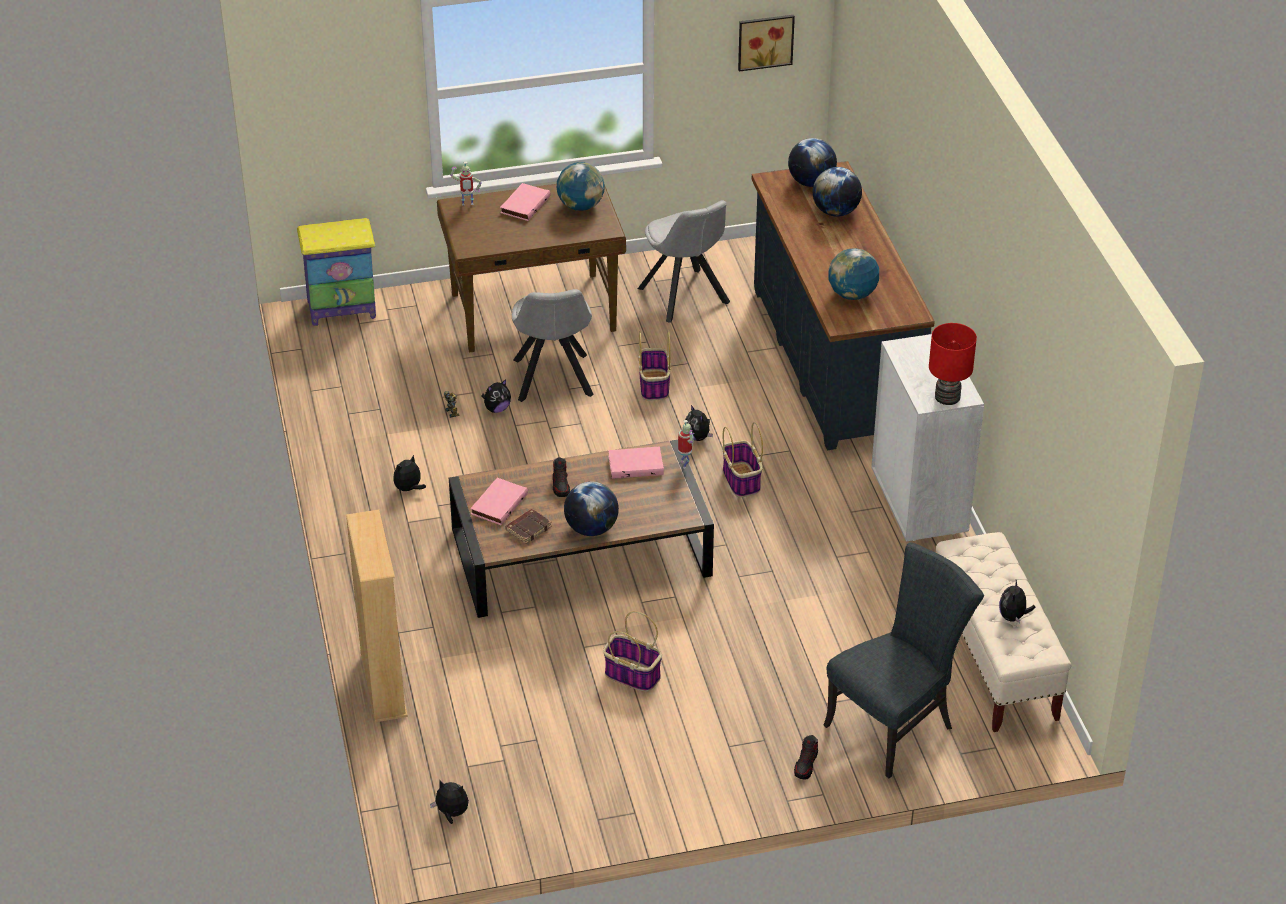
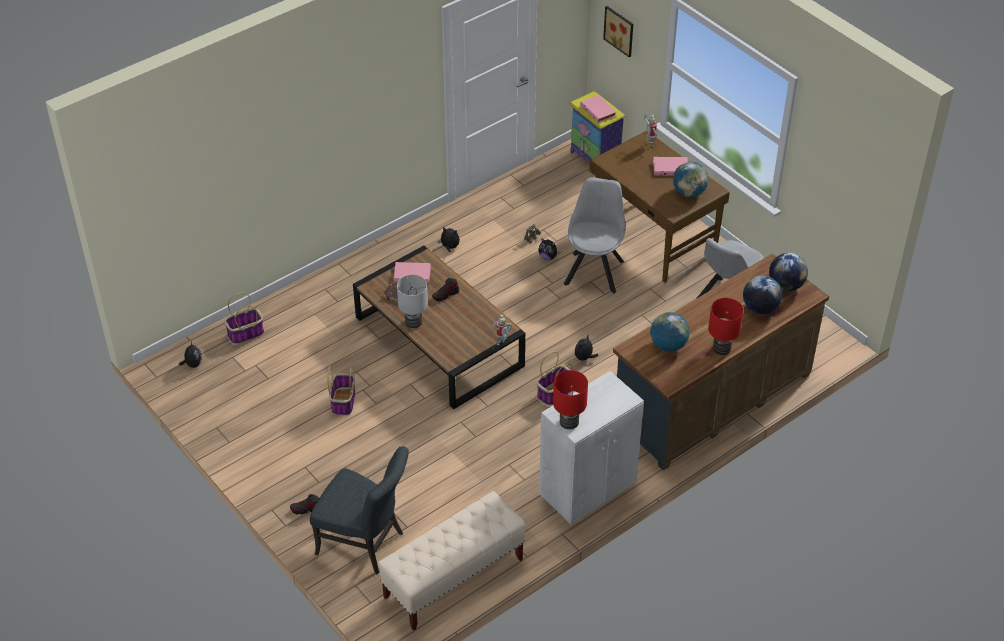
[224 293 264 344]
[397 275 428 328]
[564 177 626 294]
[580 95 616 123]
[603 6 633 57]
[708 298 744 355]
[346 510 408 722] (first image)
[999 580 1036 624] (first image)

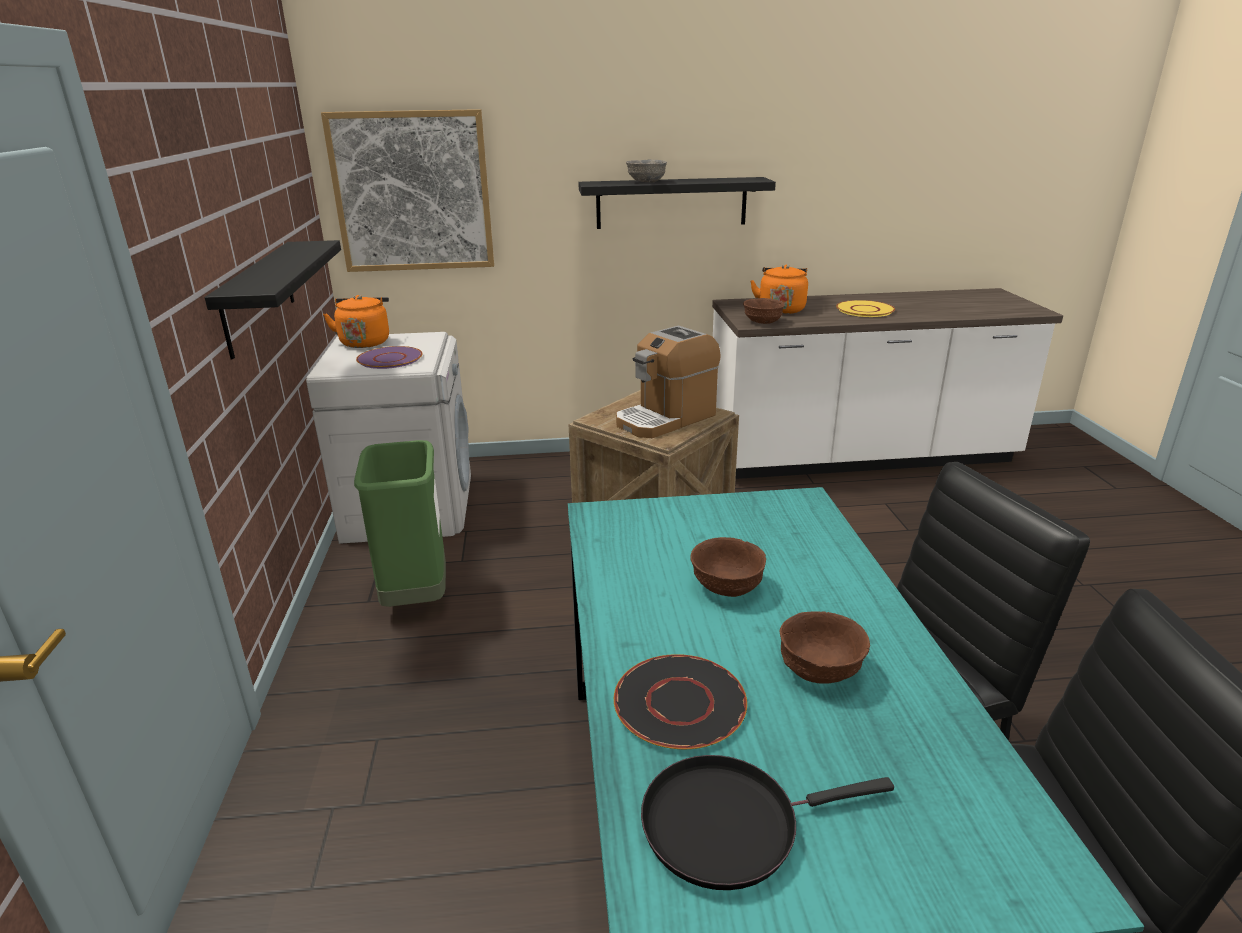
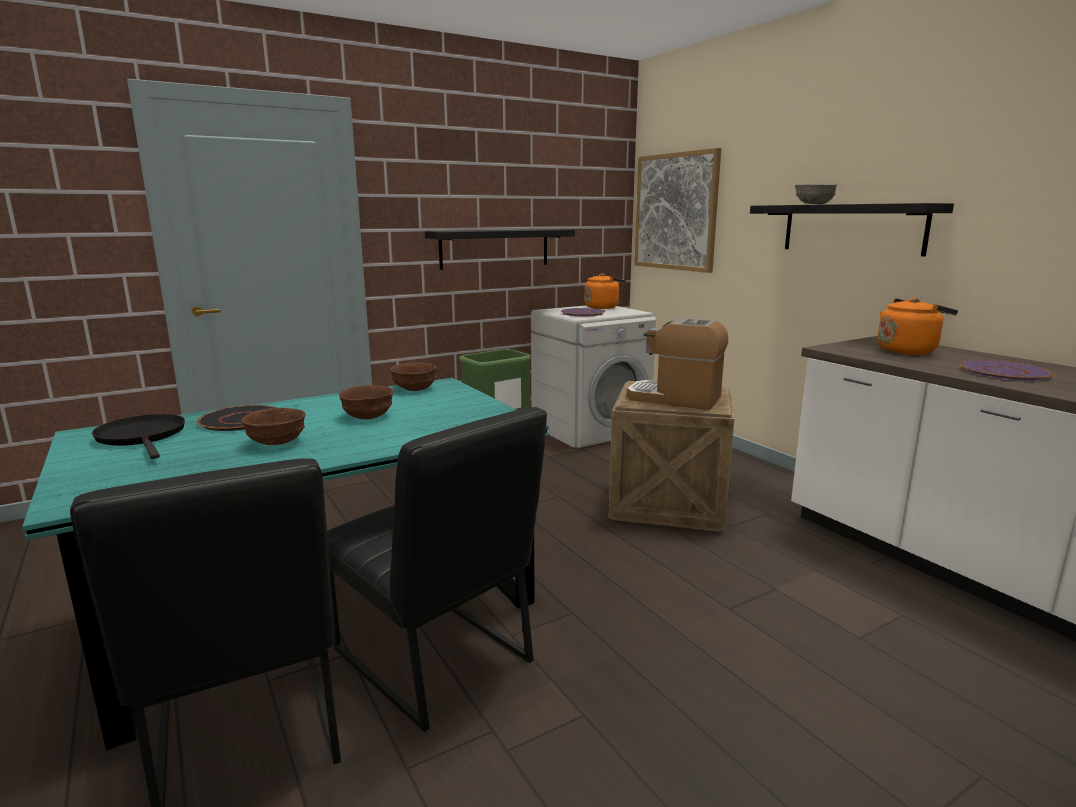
[390 363 437 391]
[960 360 1054 381]

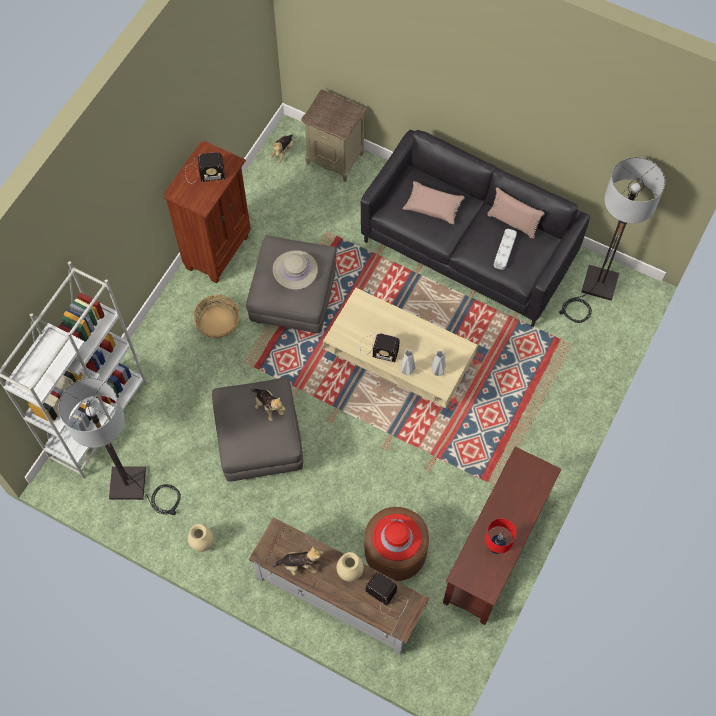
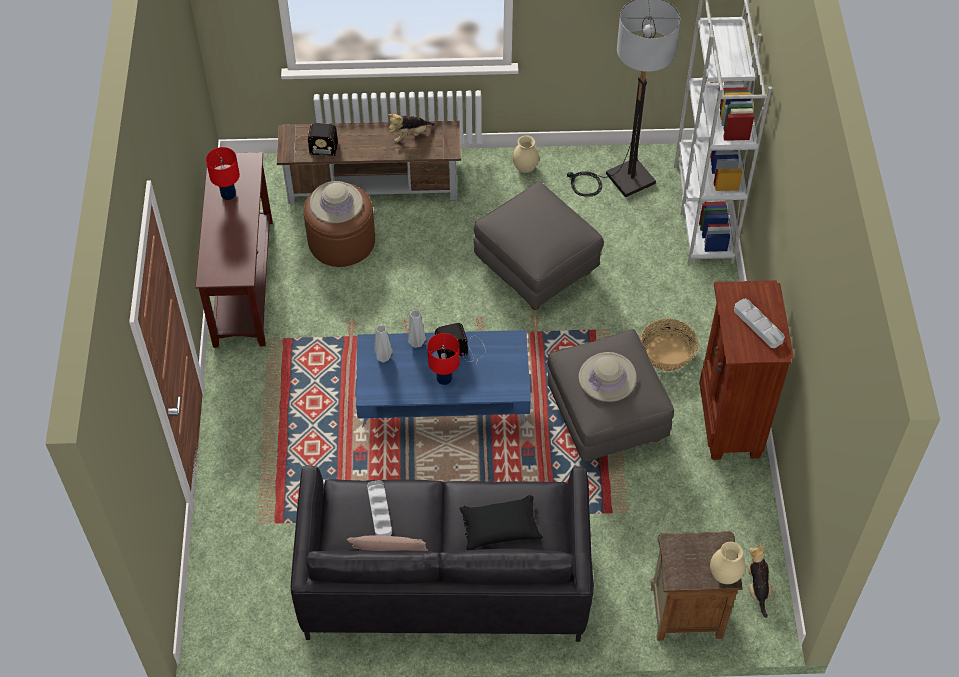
[310 181 363 223]
[356 330 531 428]
[427 333 460 385]
[459 494 543 550]
[710 542 745 584]
[734 299 785 348]
[250 389 286 421] (first image)
[559 157 665 323] (first image)

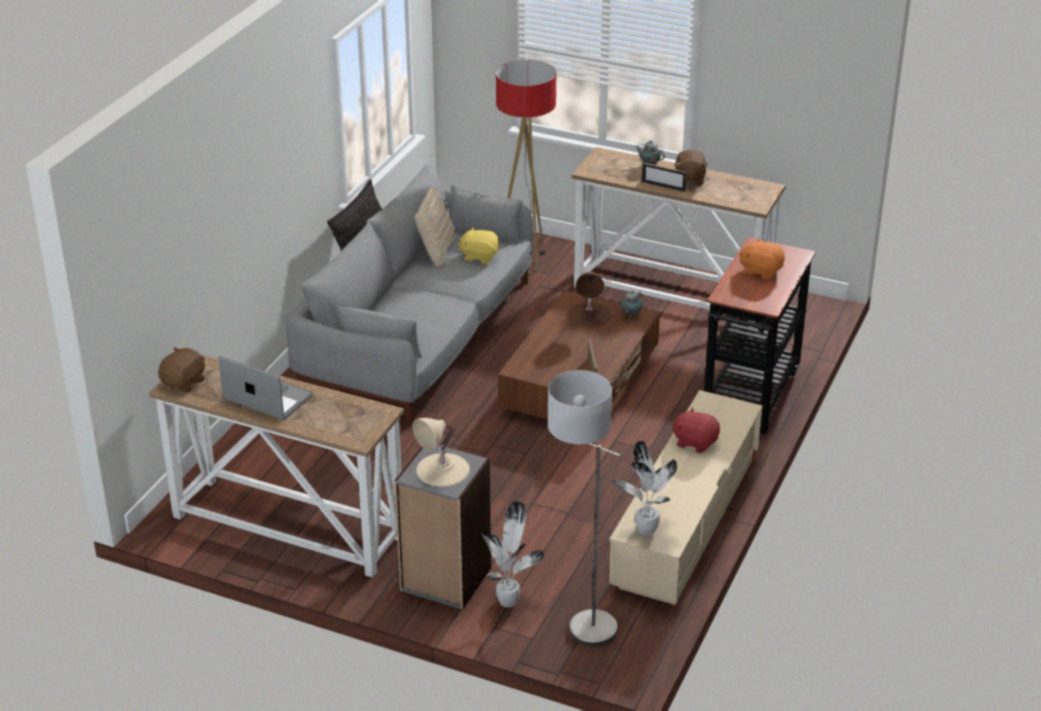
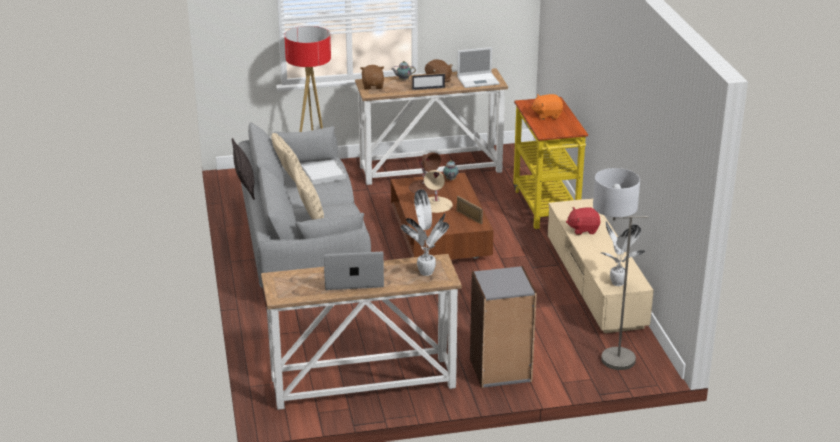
[294 166 324 220]
[302 159 346 185]
[361 65 384 90]
[401 189 449 276]
[424 170 453 213]
[457 47 500 88]
[513 97 588 229]

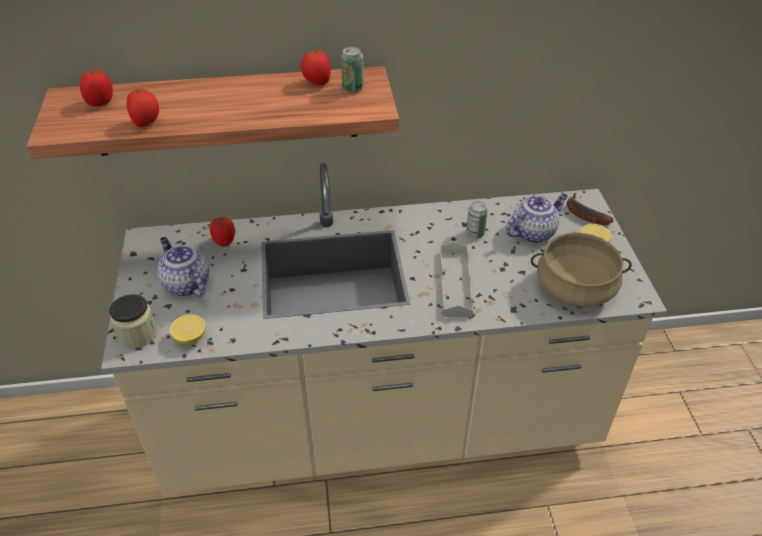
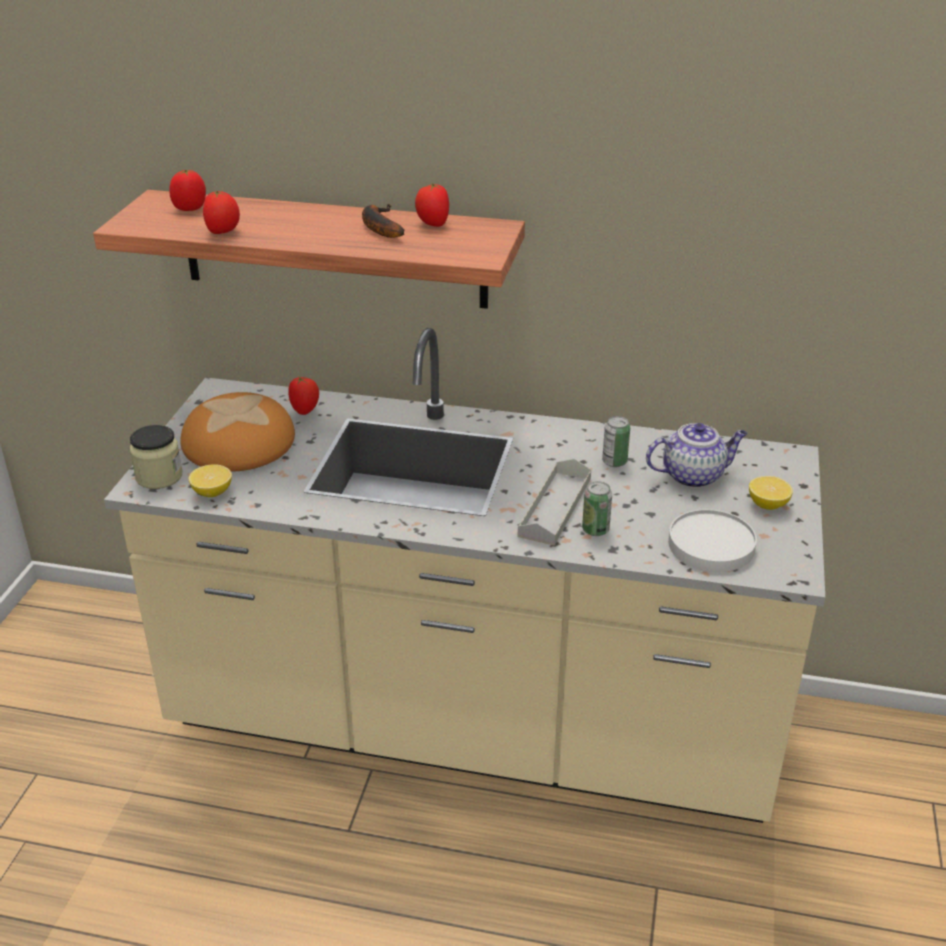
[180 392 295 472]
[362 204 404 238]
[582 481 612 536]
[668 509 757 572]

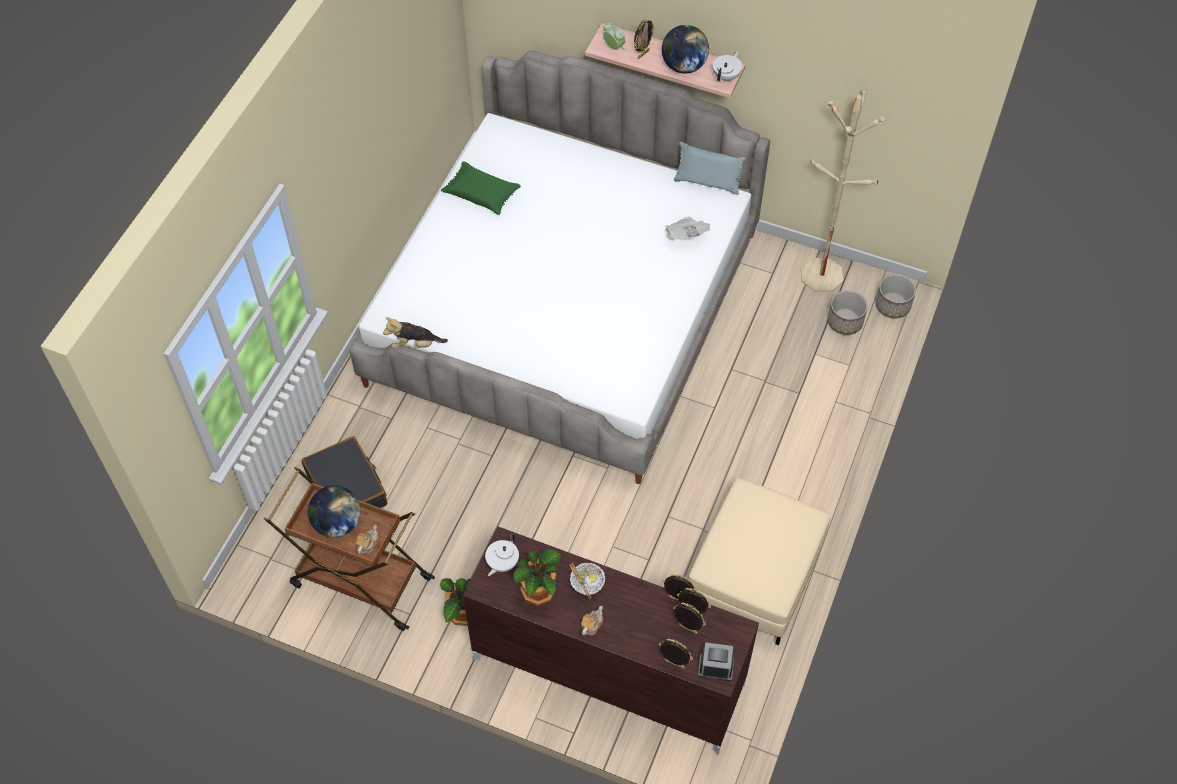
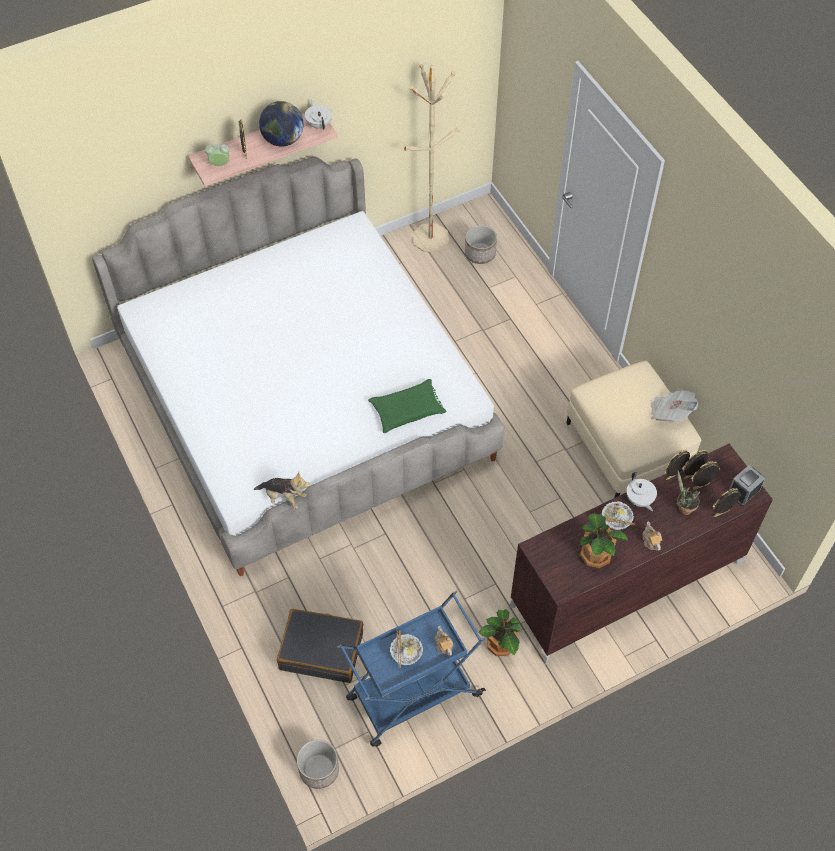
[254 472 310 509]
[297 740 339 789]
[337 591 486 747]
[368 379 446 433]
[390 630 423 668]
[626 472 657 511]
[651 390 698 423]
[676 471 700 515]
[674 142 746 195] (first image)

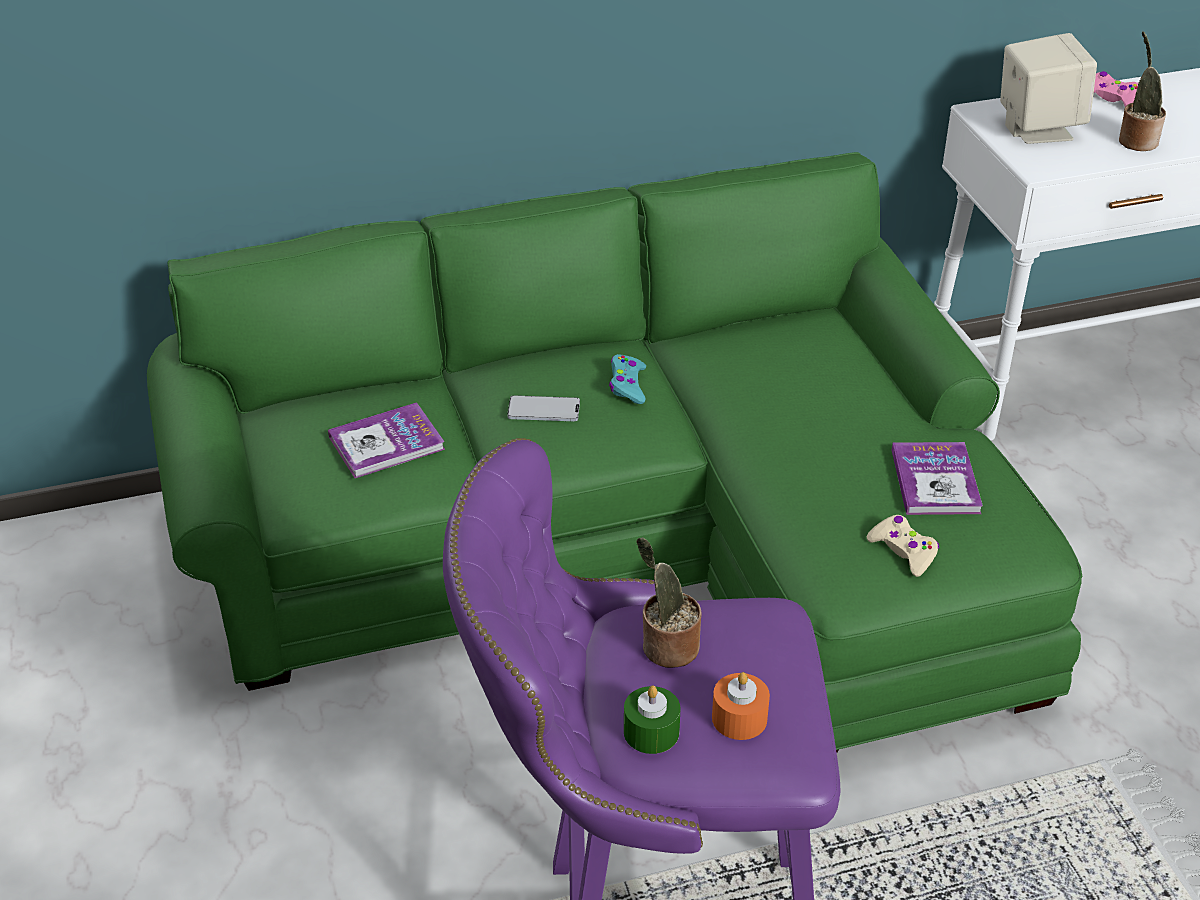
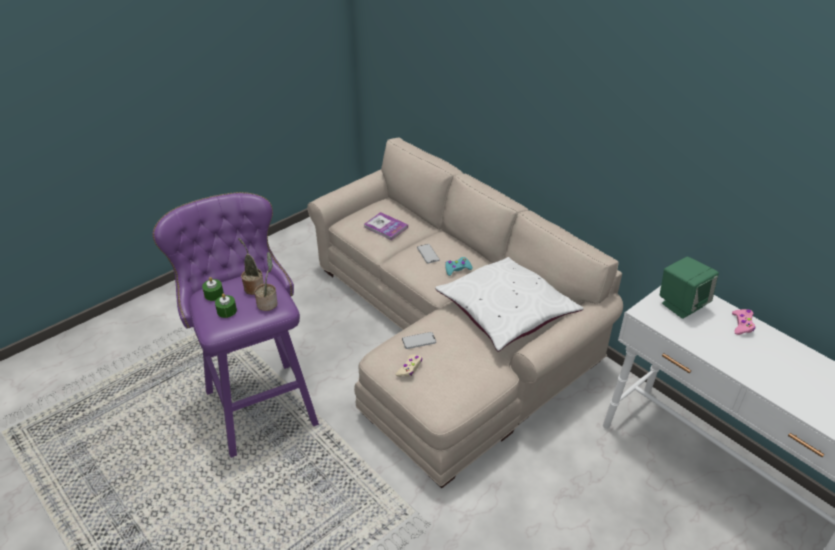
[215 293 237 318]
[254 252 278 311]
[307 137 623 488]
[402 332 436 349]
[435 257 583 352]
[660 256 719 319]
[892 442 983 515] (first image)

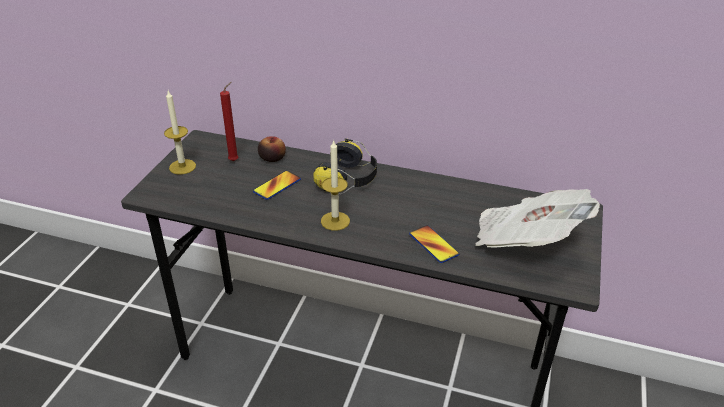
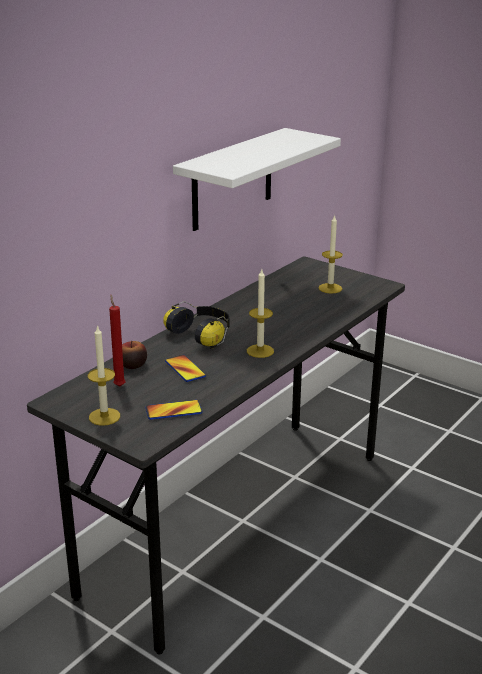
[145 400 203 420]
[173 128 341 231]
[318 215 343 293]

